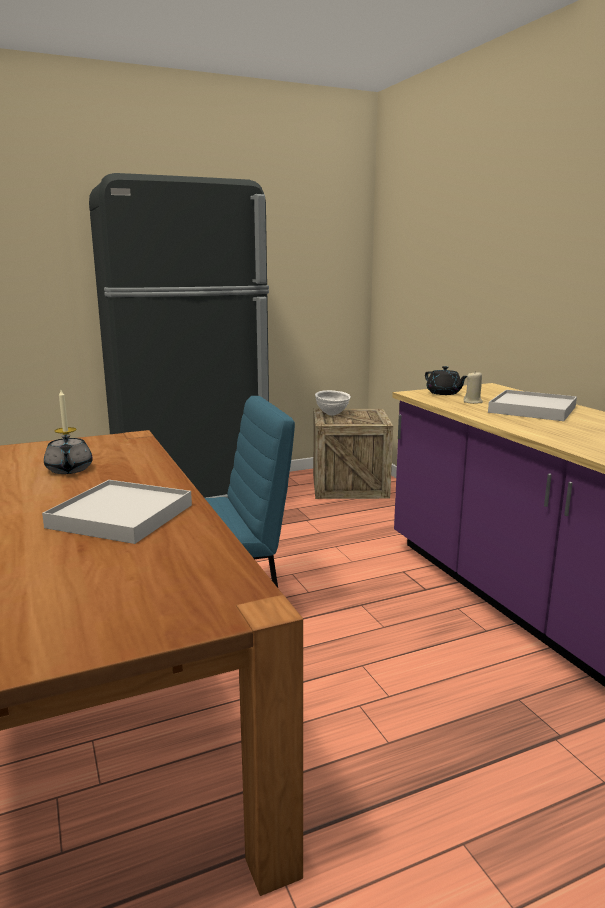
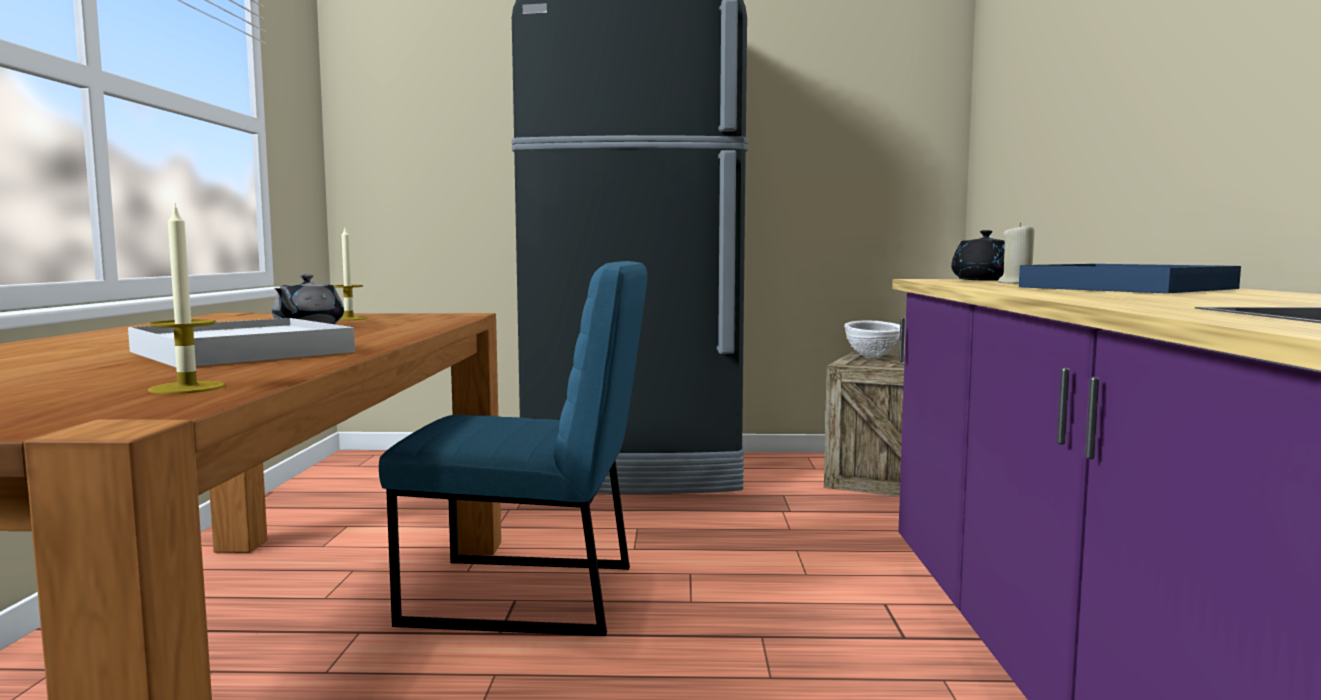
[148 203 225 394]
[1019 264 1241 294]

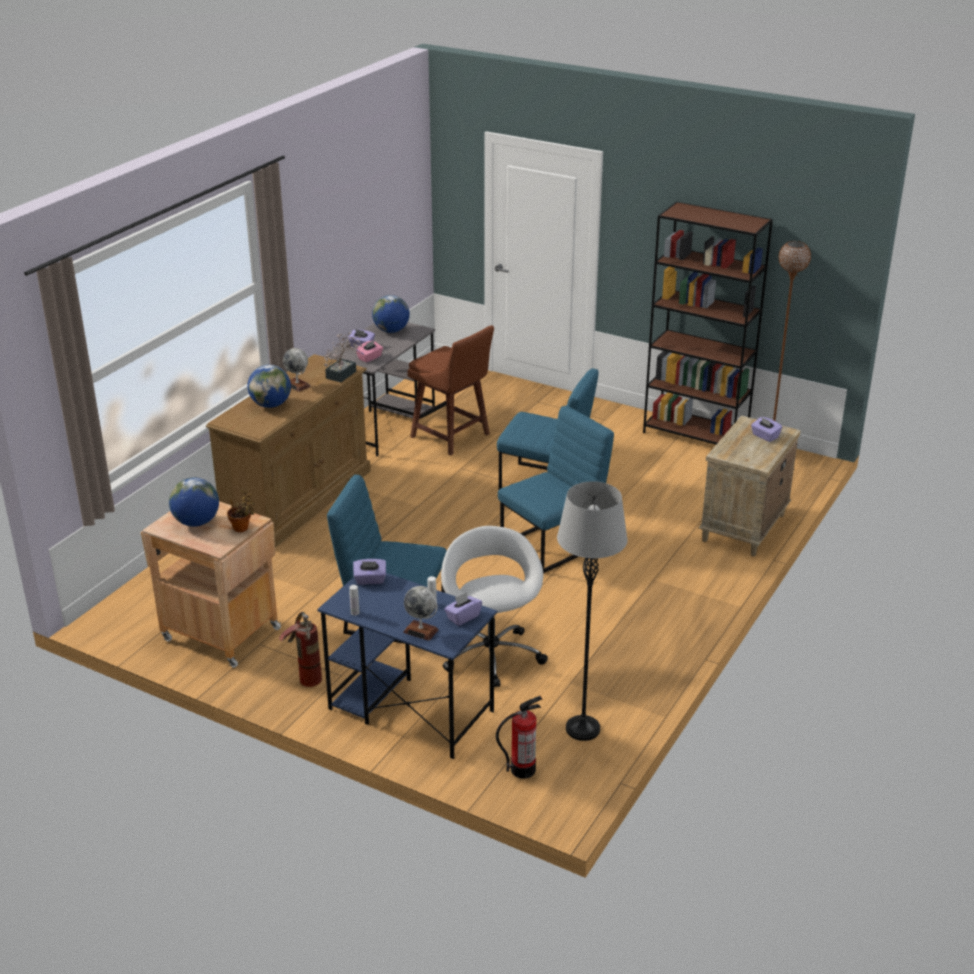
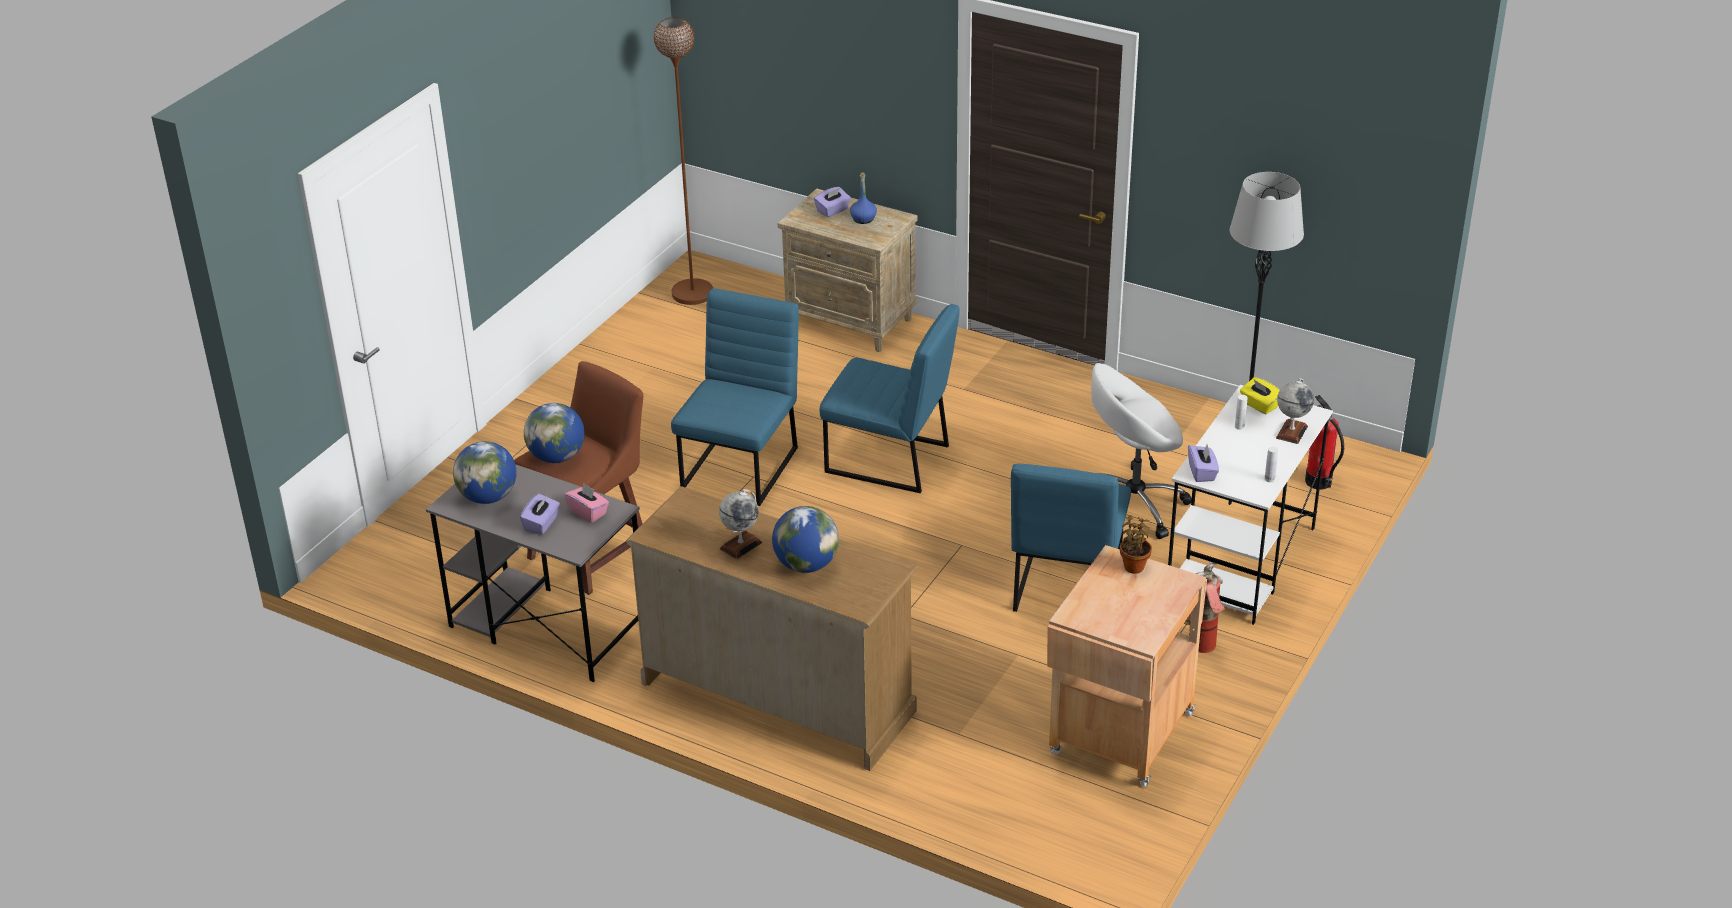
[524 403 585 463]
[820 304 960 493]
[850 173 877 224]
[1168 385 1333 625]
[1240 377 1280 414]
[324 332 363 382] (first image)
[643 202 773 445] (first image)

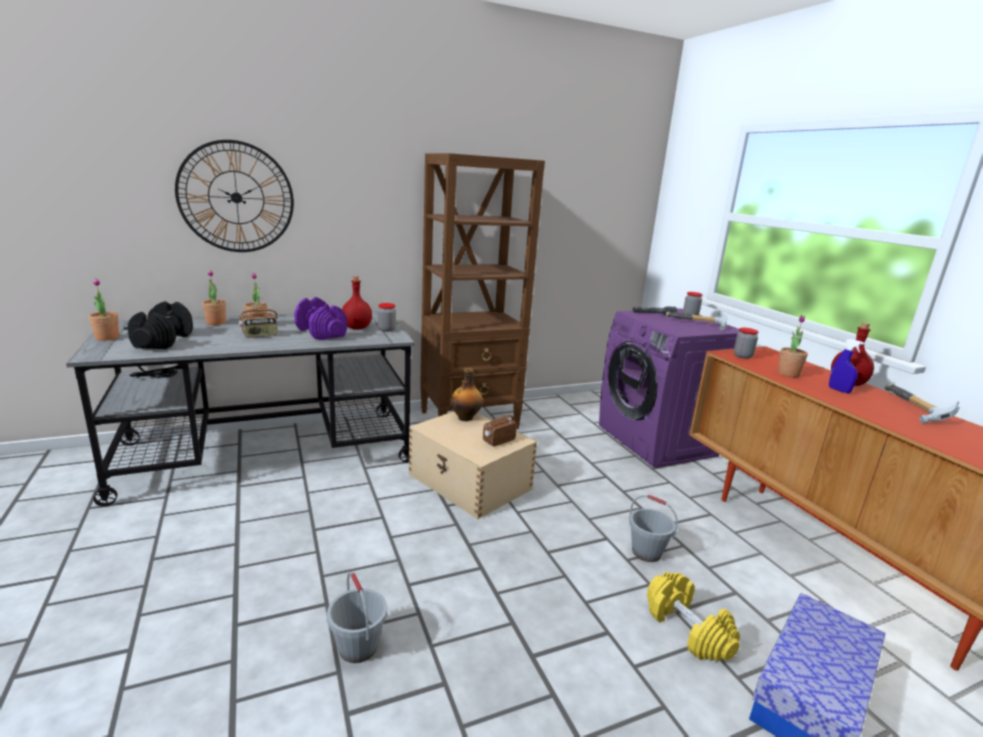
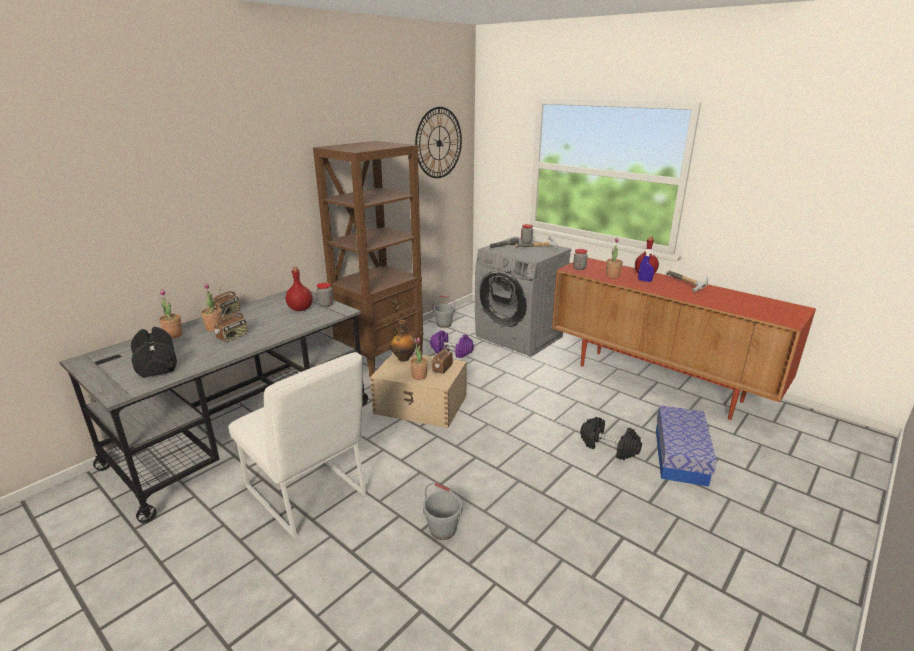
[213 285 241 317]
[229 352 367 539]
[410 337 428 380]
[415 107 462 178]
[430 330 474 358]
[432 296 455 328]
[475 236 571 356]
[580 417 642 460]

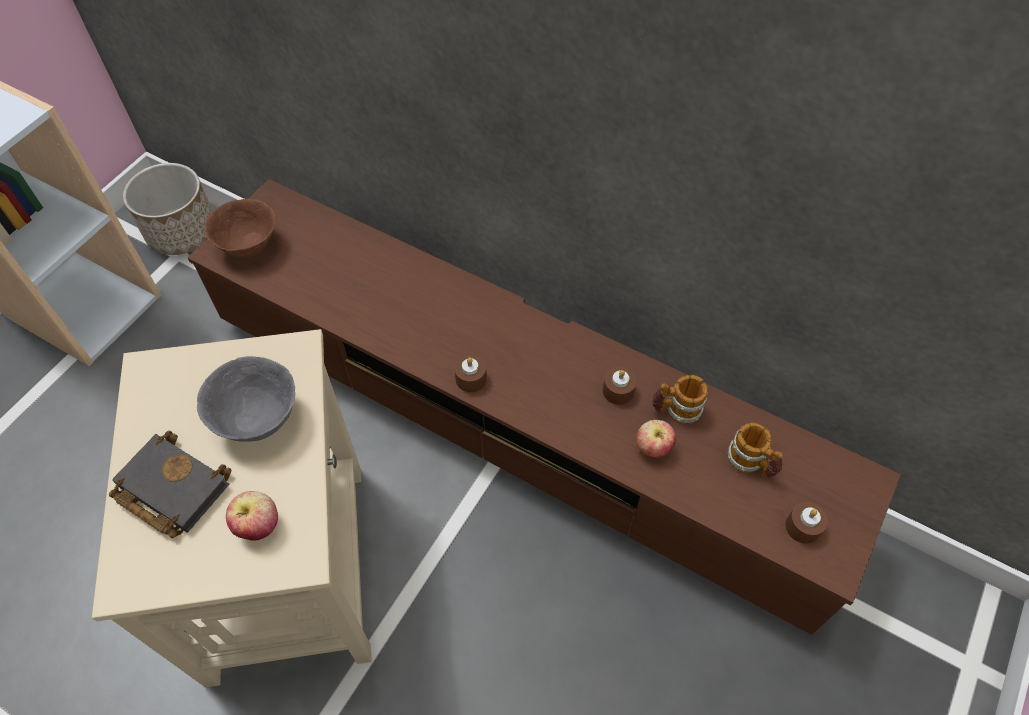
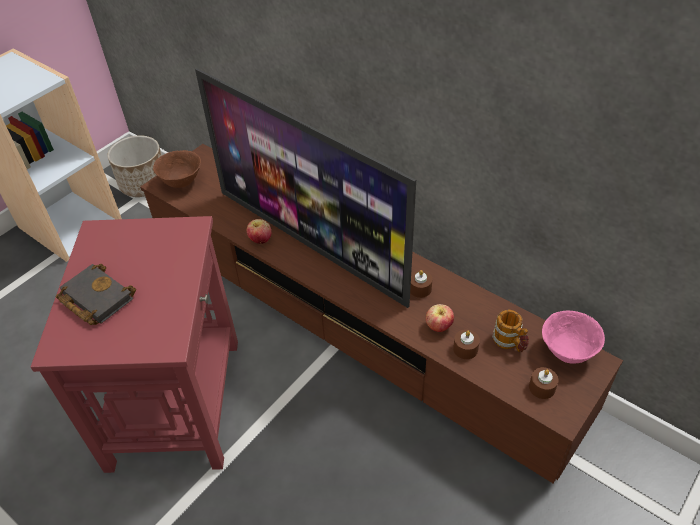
[31 216 238 473]
[195 68 416 308]
[247 219 271 244]
[453 329 480 359]
[542 310 605 364]
[197 356 295 442] (first image)
[652 375 708 424] (first image)

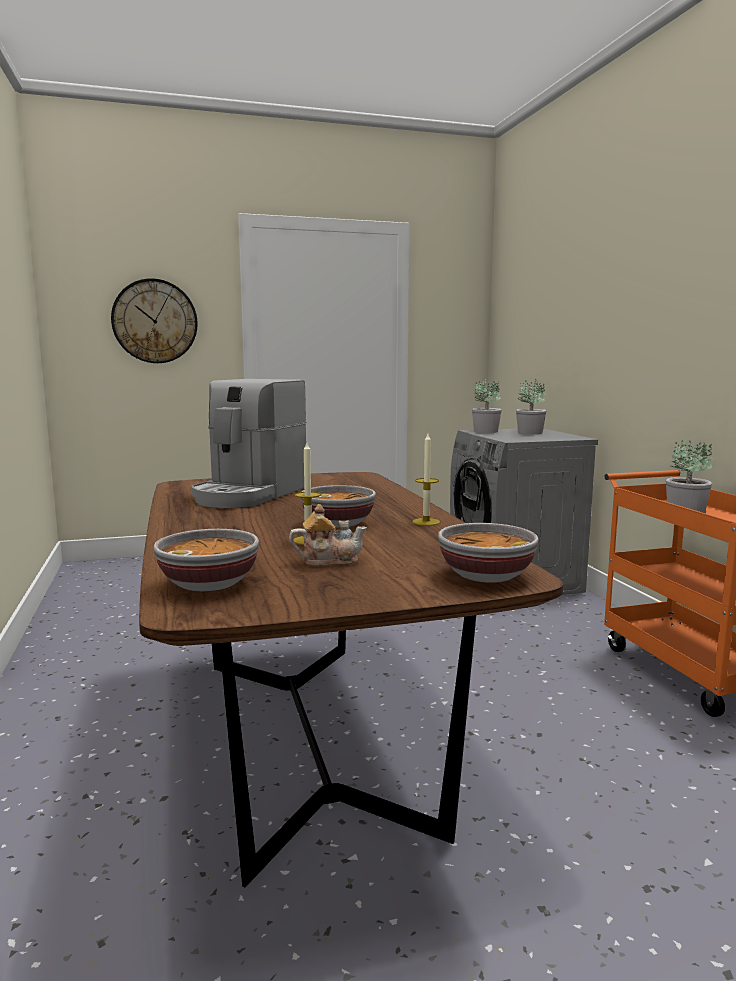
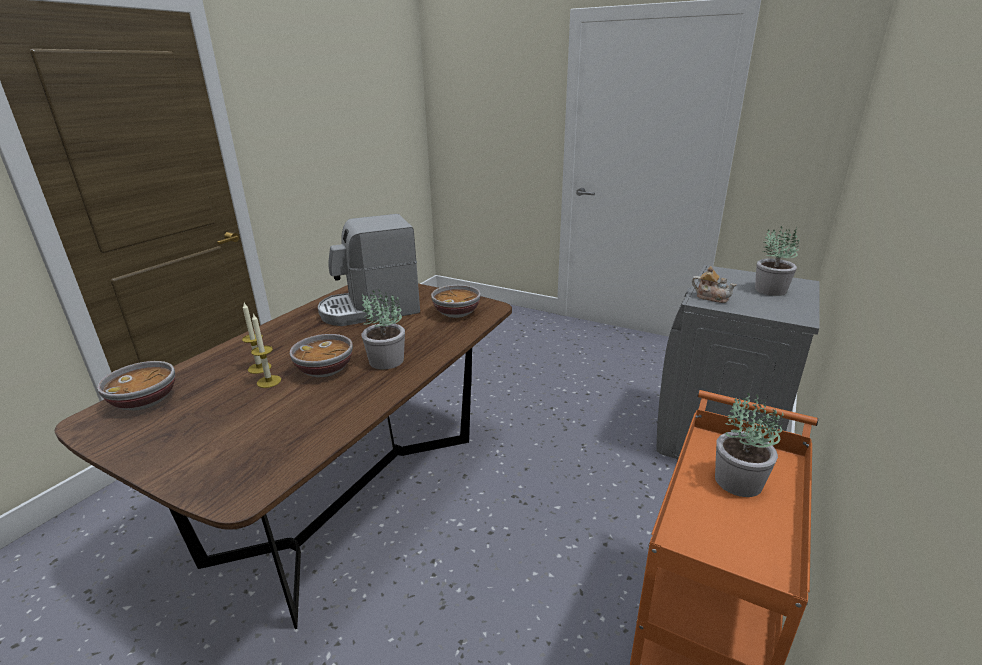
[242 303 271 374]
[361 290 405 369]
[431 285 481 318]
[692 266 736 303]
[111 278 198 363] (first image)

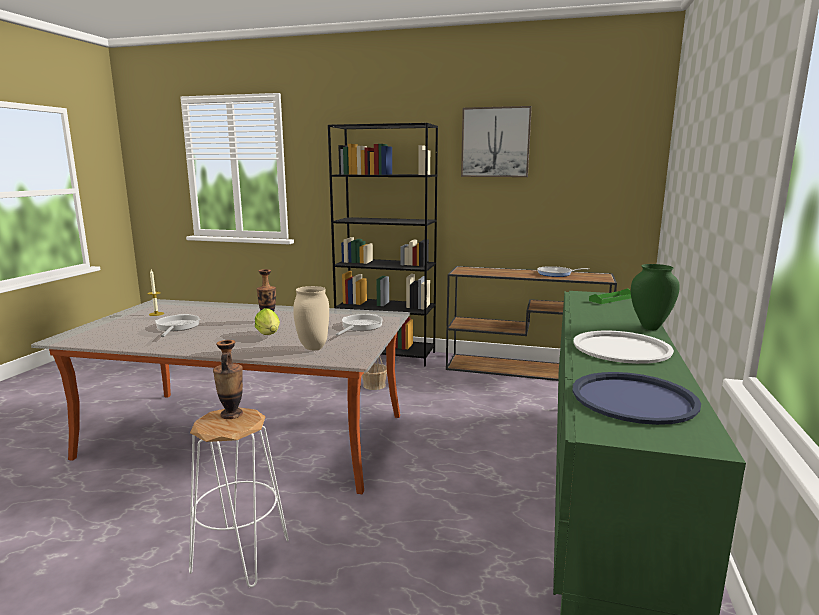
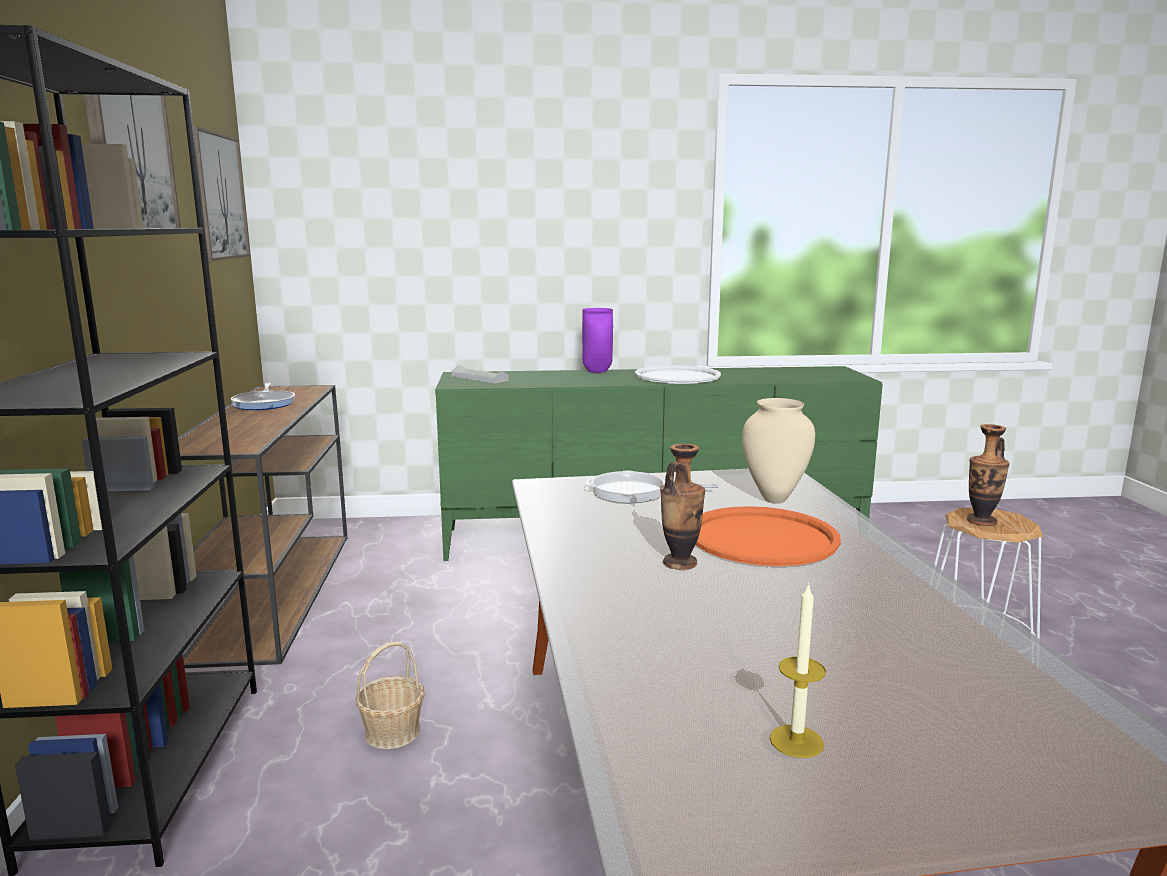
[193 126 250 261]
[452 365 509 383]
[582 308 613 373]
[696 506 841 566]
[155 314 200 337] (first image)
[572 372 701 425] (first image)

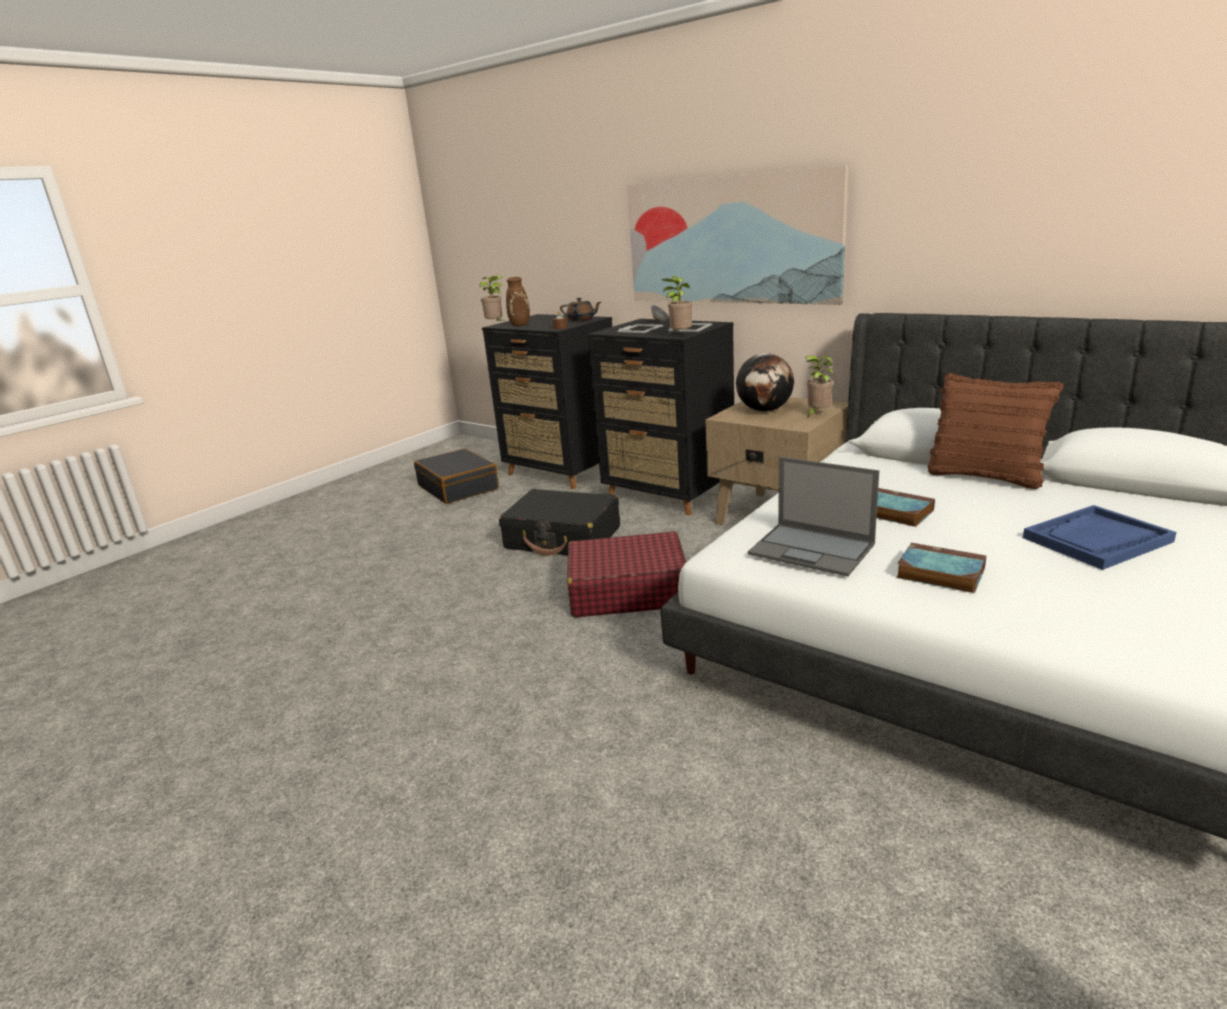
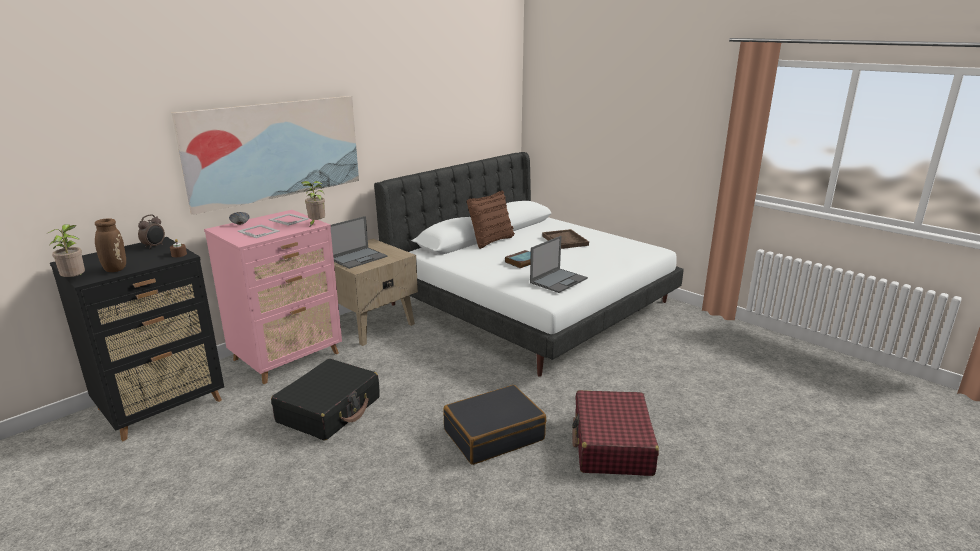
[138 215 165 249]
[204 210 342 384]
[330 216 387 269]
[443 385 546 465]
[542 229 589 249]
[572 390 659 476]
[805 356 834 416] (first image)
[896 543 986 593] (first image)

